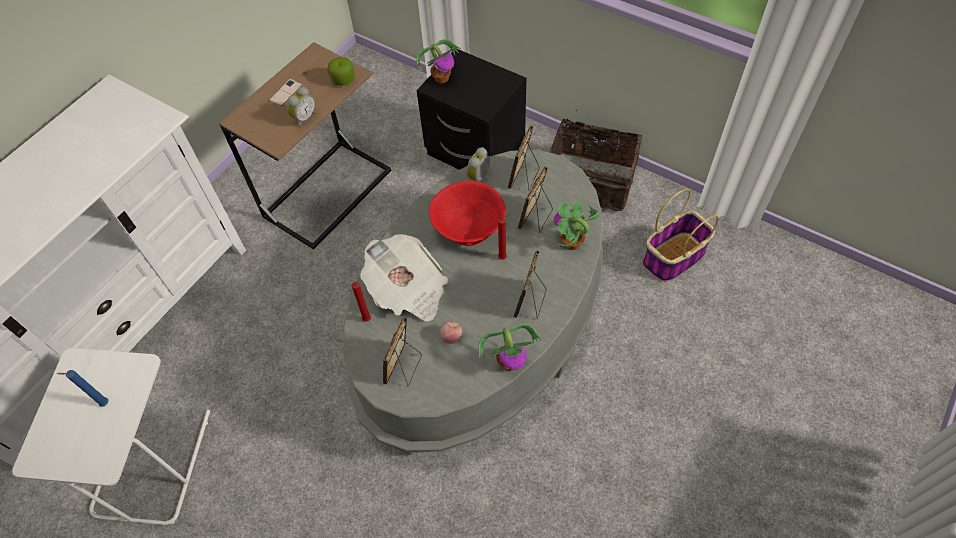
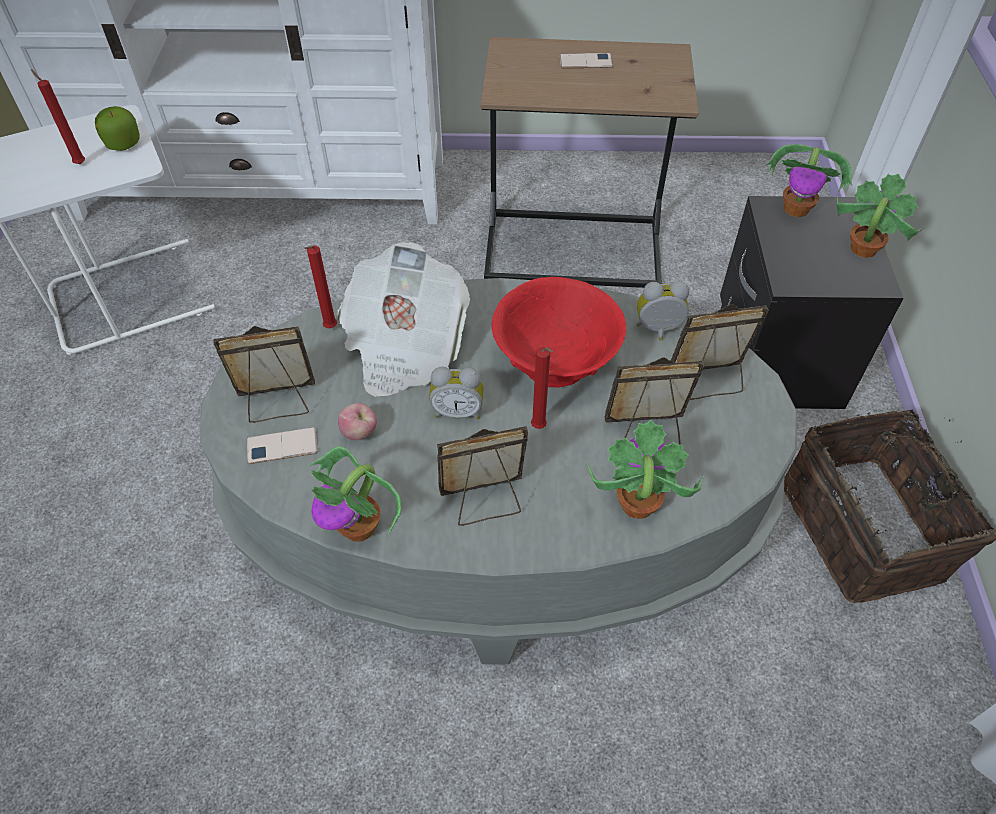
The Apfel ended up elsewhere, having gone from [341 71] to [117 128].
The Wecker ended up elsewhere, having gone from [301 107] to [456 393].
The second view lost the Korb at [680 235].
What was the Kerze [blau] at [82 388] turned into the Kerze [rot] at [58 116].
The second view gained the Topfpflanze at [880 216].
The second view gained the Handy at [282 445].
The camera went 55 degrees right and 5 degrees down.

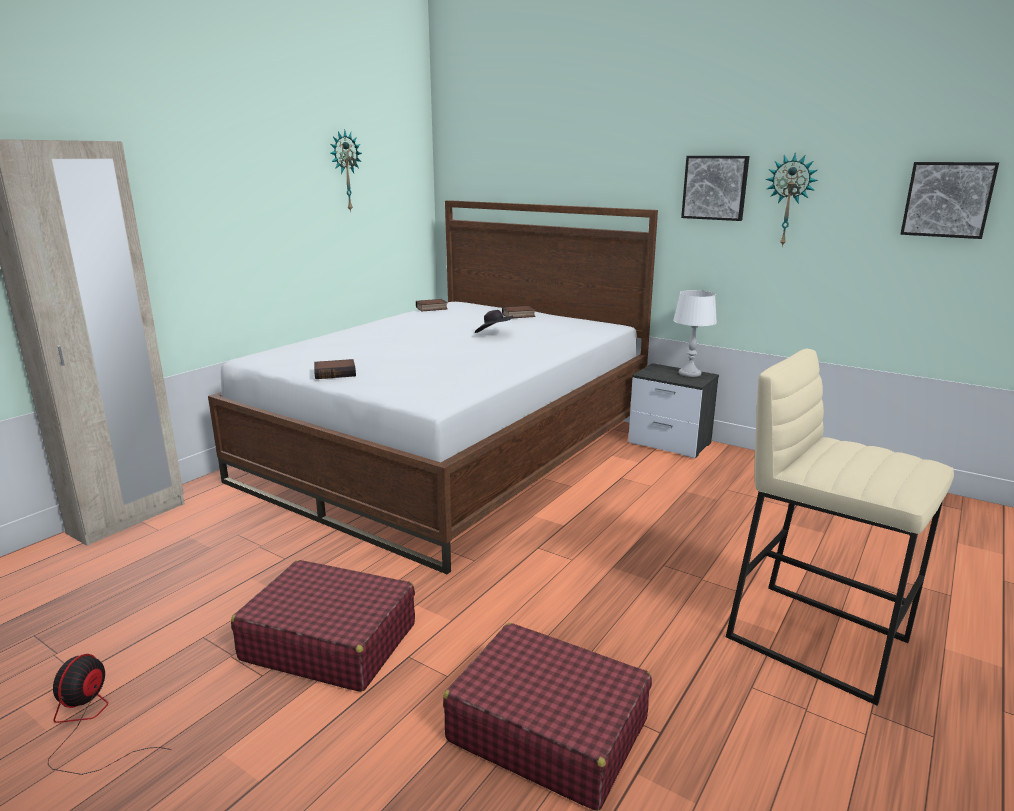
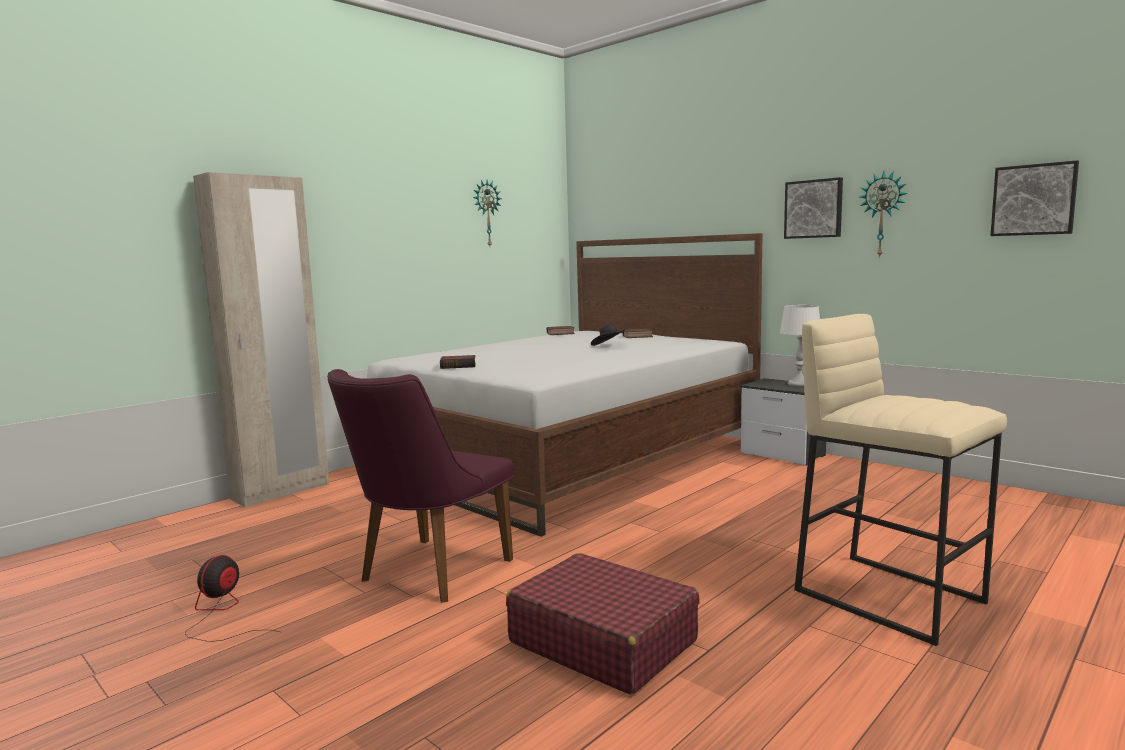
Where the Koffer [rot] stood at [323 626], the Stuhl [lila] came to stand at [420 486].
The camera went 10 degrees right and 10 degrees down.

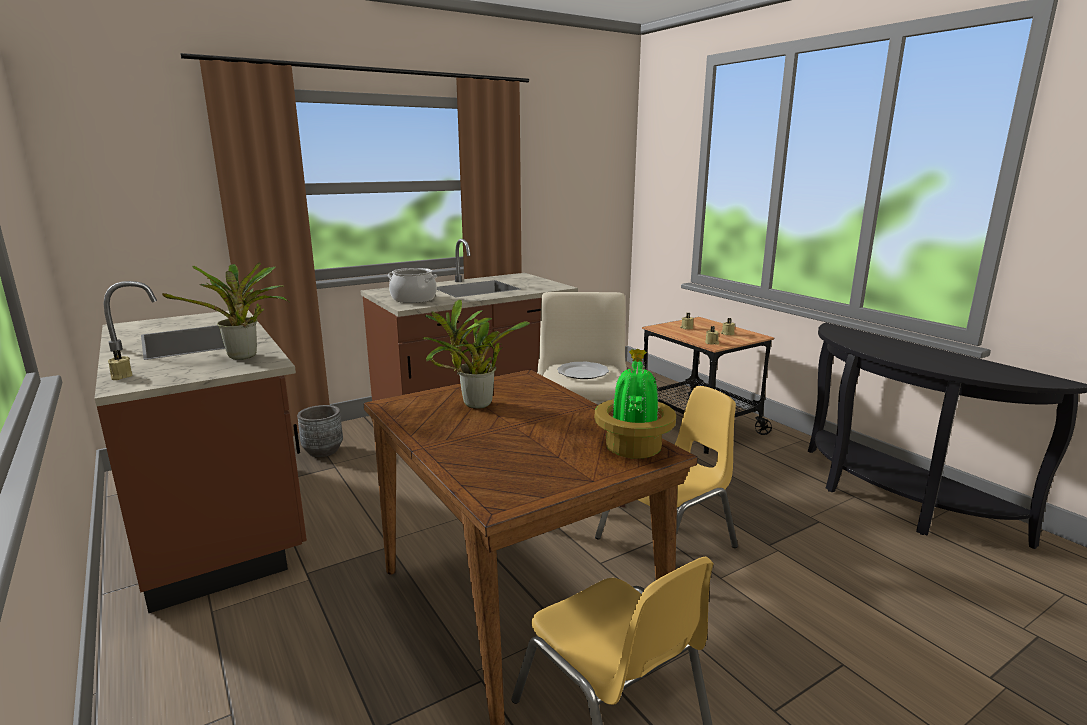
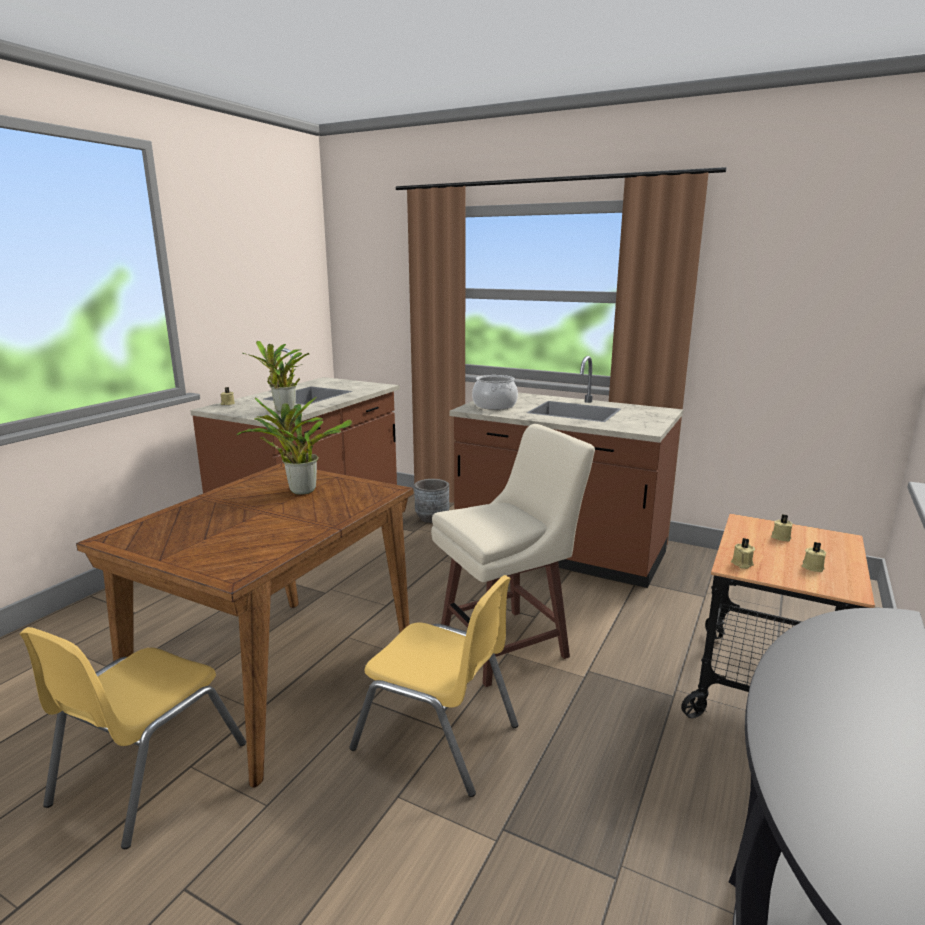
The second view lost the Topfpflanze at [635 404].
The second view lost the Teller at [583 370].
The camera went 60 degrees right and 0 degrees up.

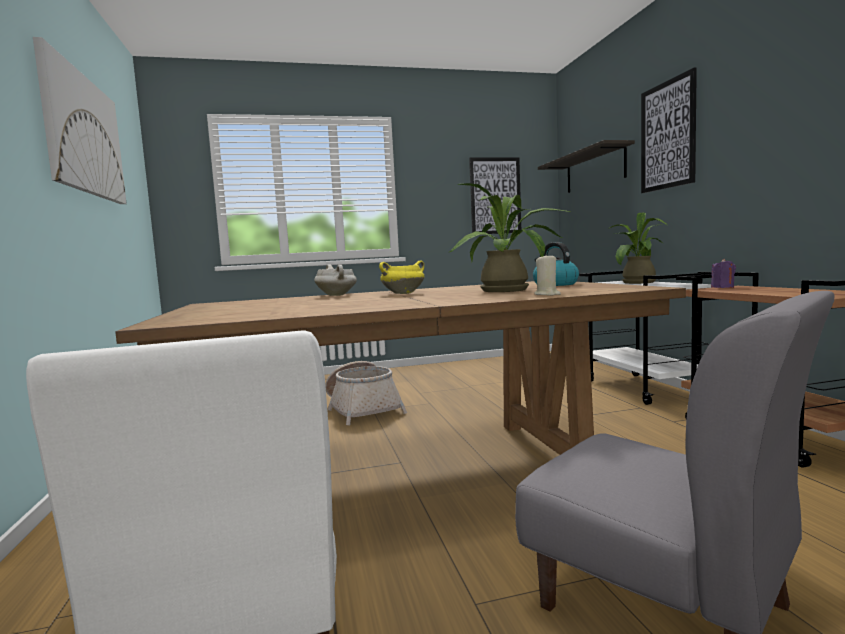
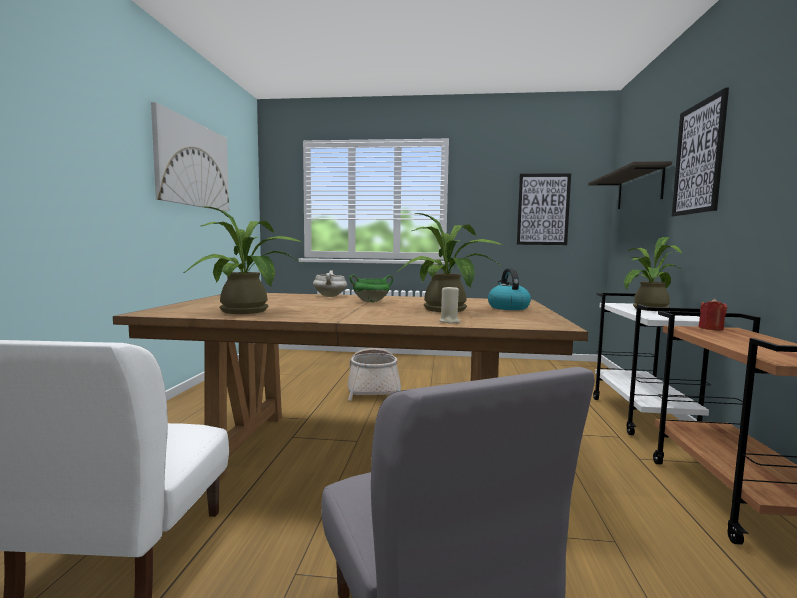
What was the Kerze [lila] at [723 273] turned into the Kerze [rot] at [712 314].
What was the Kochtopf [gelb] at [401 277] turned into the Kochtopf [grün] at [371 289].
The second view gained the Topfpflanze at [243 260].
The camera went 20 degrees right and 0 degrees up.

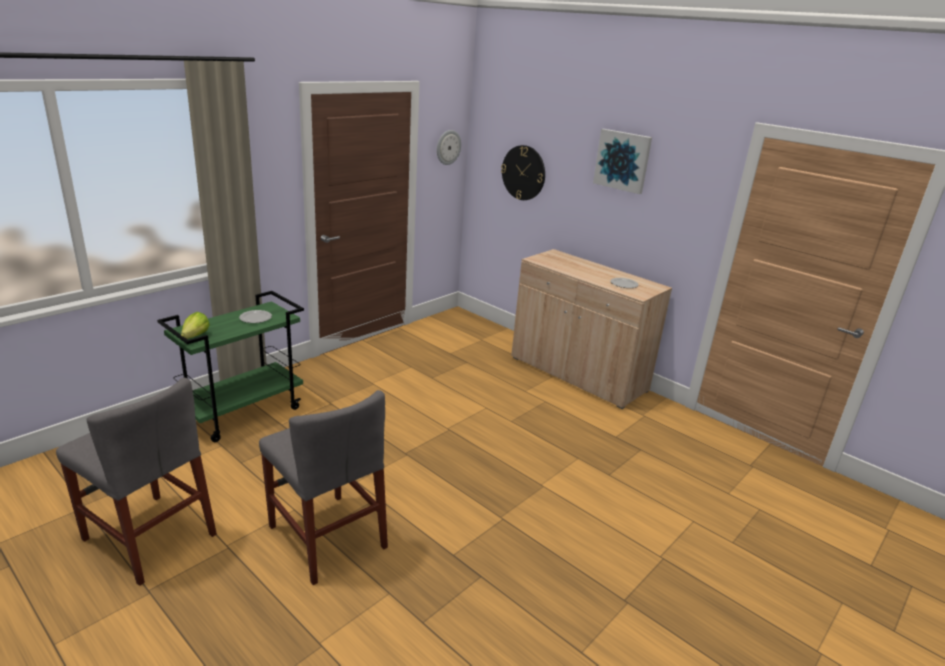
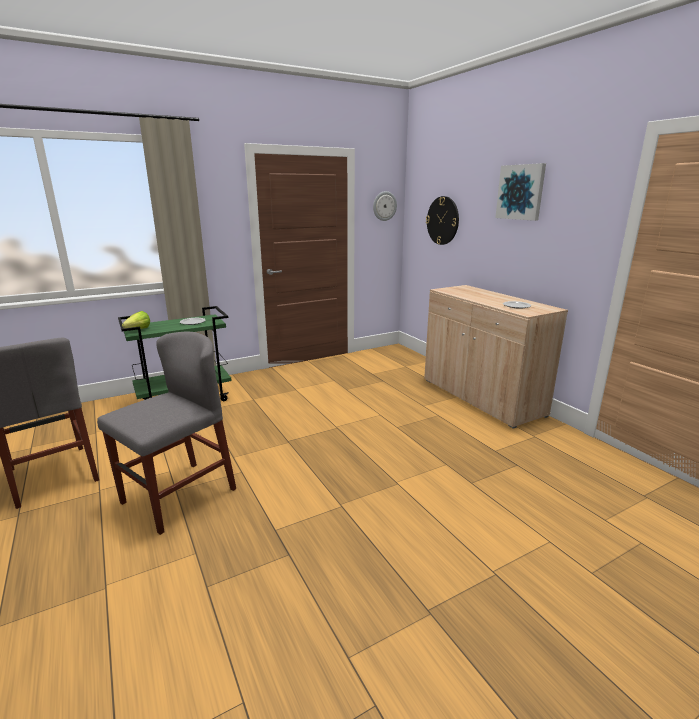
The Stuhl [grau] at [323 487] ended up facing another way, 120 degrees counterclockwise from before.
The camera went 20 degrees right and 5 degrees down.

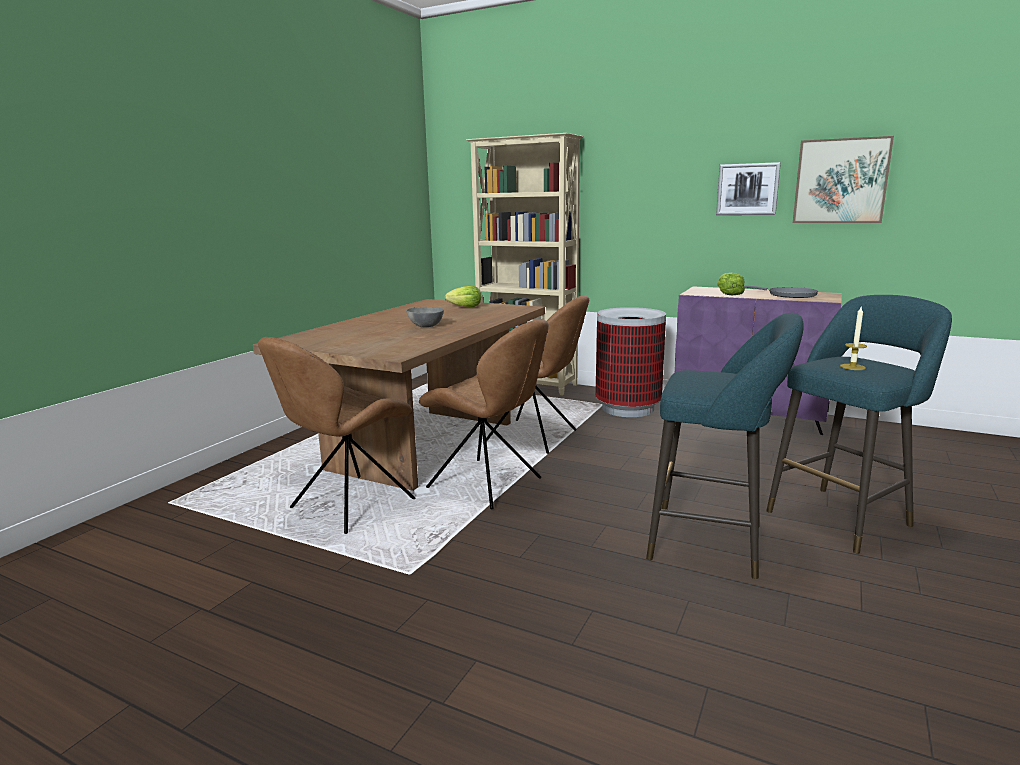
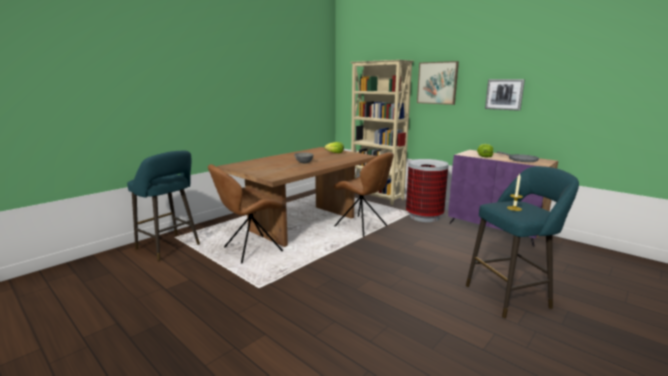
The Bild ended up elsewhere, having gone from [843 179] to [438 83].
The Hocker [türkis] ended up elsewhere, having gone from [725 446] to [163 206].
The second view lost the Stuhl [braun] at [484 414].
The camera went 15 degrees right and 0 degrees up.

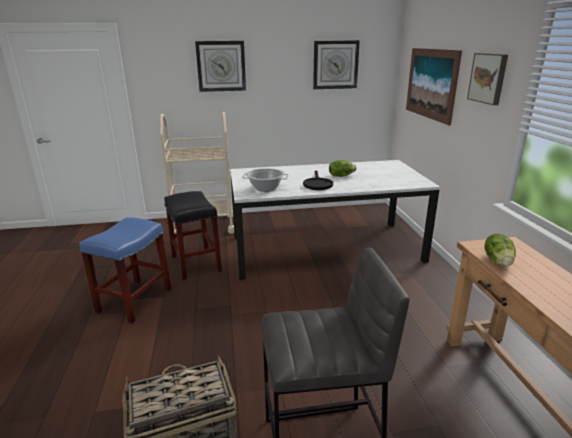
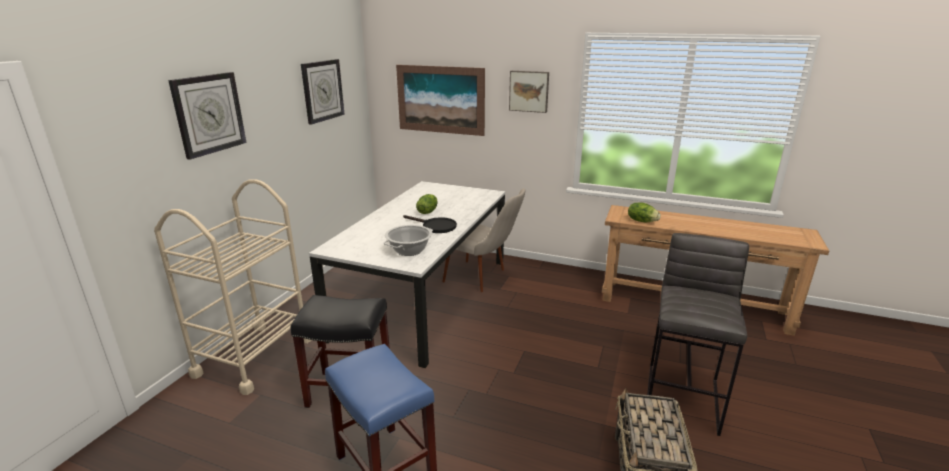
The second view gained the Stuhl [beige] at [483 240].
The camera went 60 degrees left and 0 degrees up.

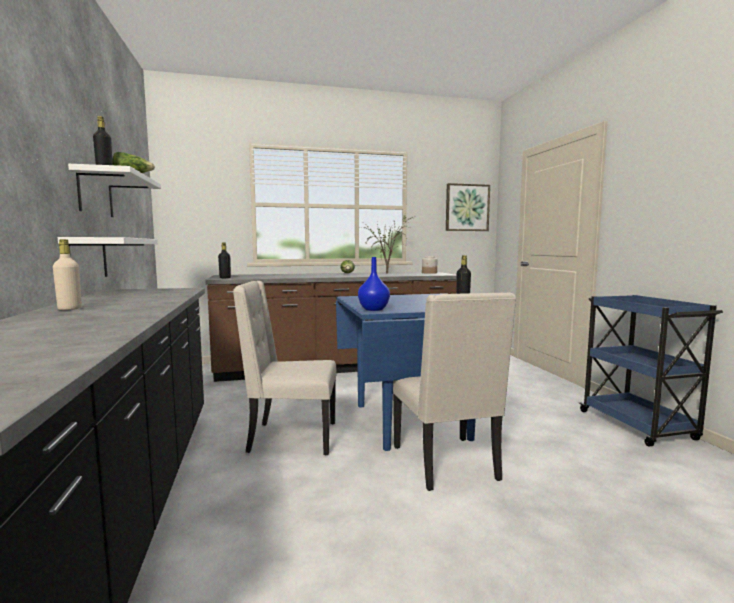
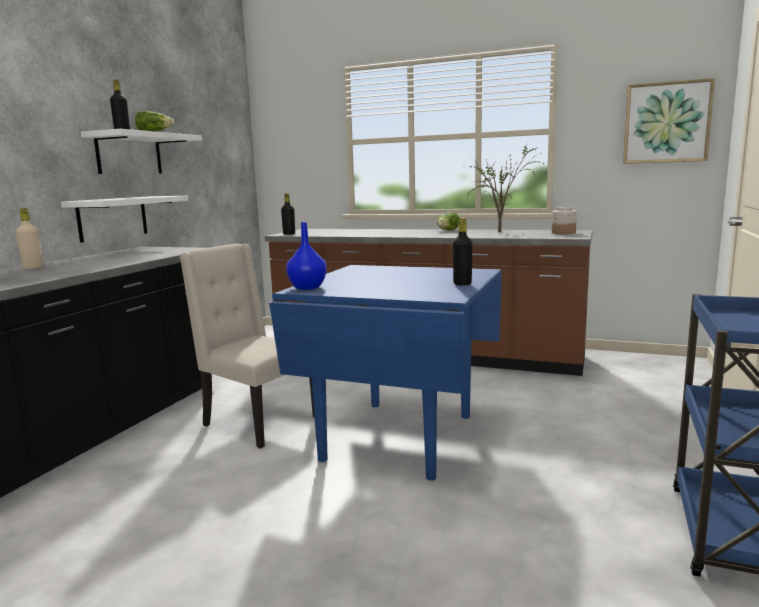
The second view lost the Stuhl [beige] at [454 392].
The camera went 35 degrees right and 5 degrees up.

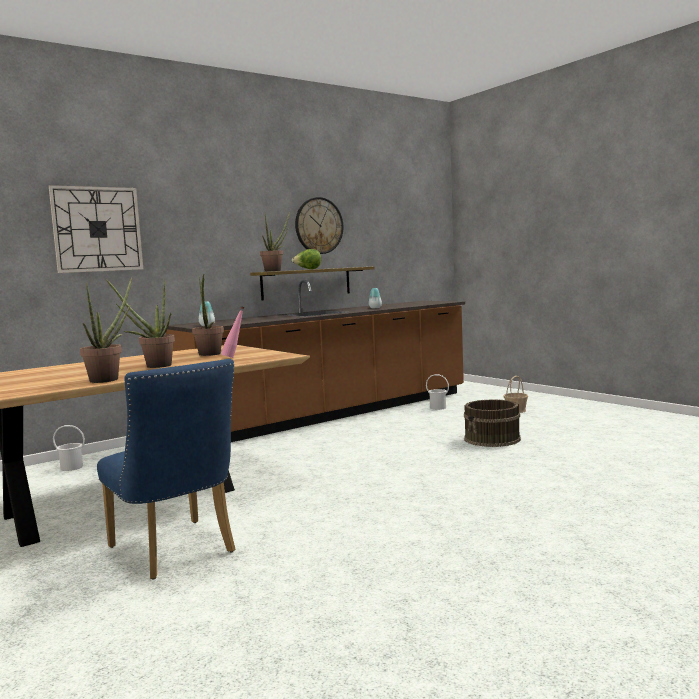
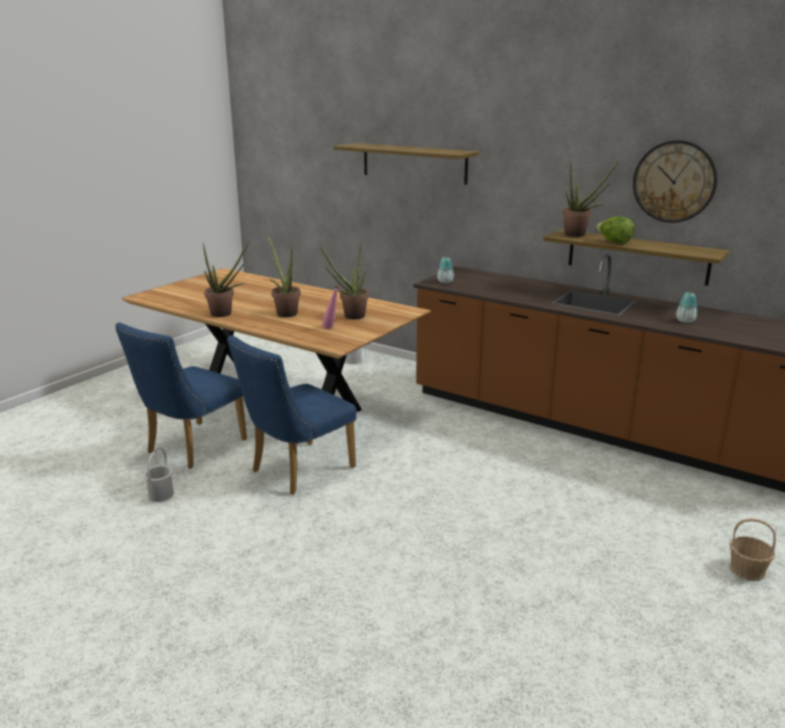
Where the Wanduhr hung at [96 229], the Wandregal came to hang at [406 164].
The Eimer [weiß] ended up elsewhere, having gone from [437 392] to [158 475].
The second view lost the Eimer [braun] at [492 423].
The second view gained the Stuhl [blau] at [291 415].
The camera went 70 degrees right and 15 degrees up.

